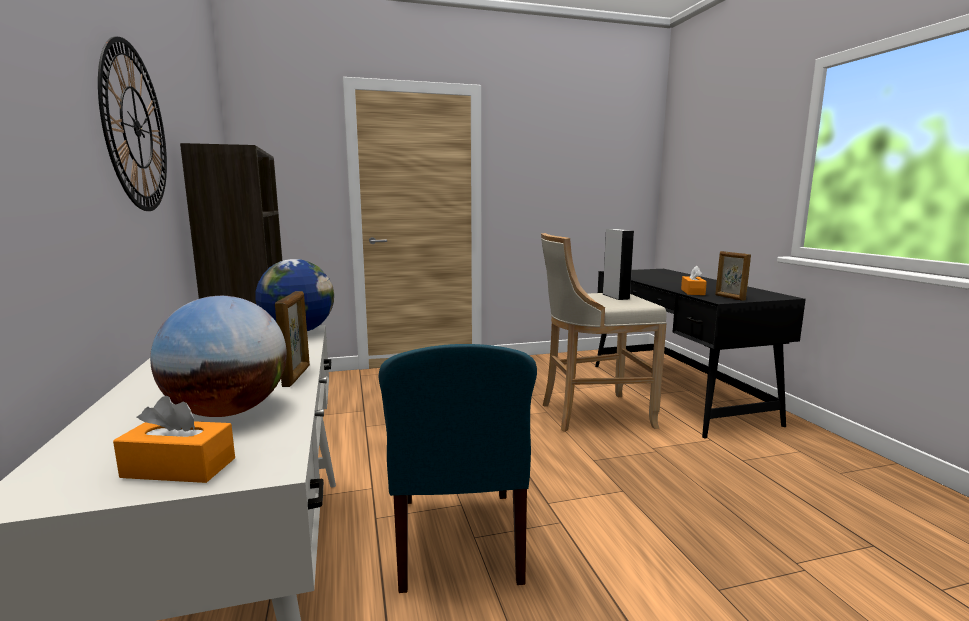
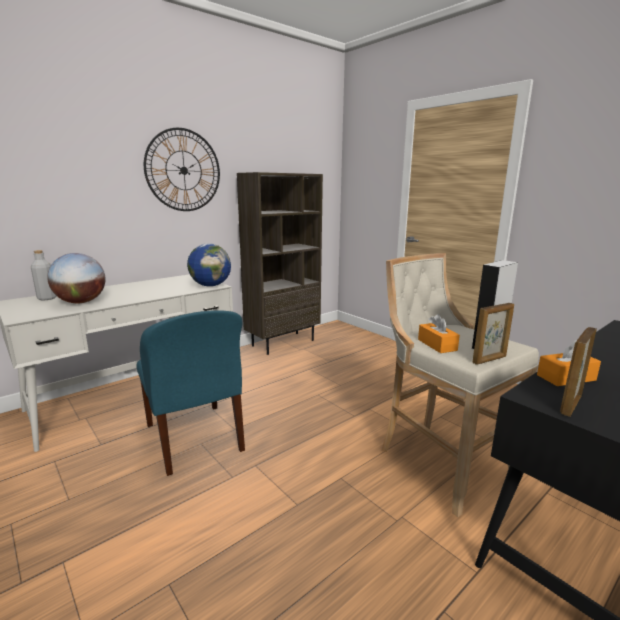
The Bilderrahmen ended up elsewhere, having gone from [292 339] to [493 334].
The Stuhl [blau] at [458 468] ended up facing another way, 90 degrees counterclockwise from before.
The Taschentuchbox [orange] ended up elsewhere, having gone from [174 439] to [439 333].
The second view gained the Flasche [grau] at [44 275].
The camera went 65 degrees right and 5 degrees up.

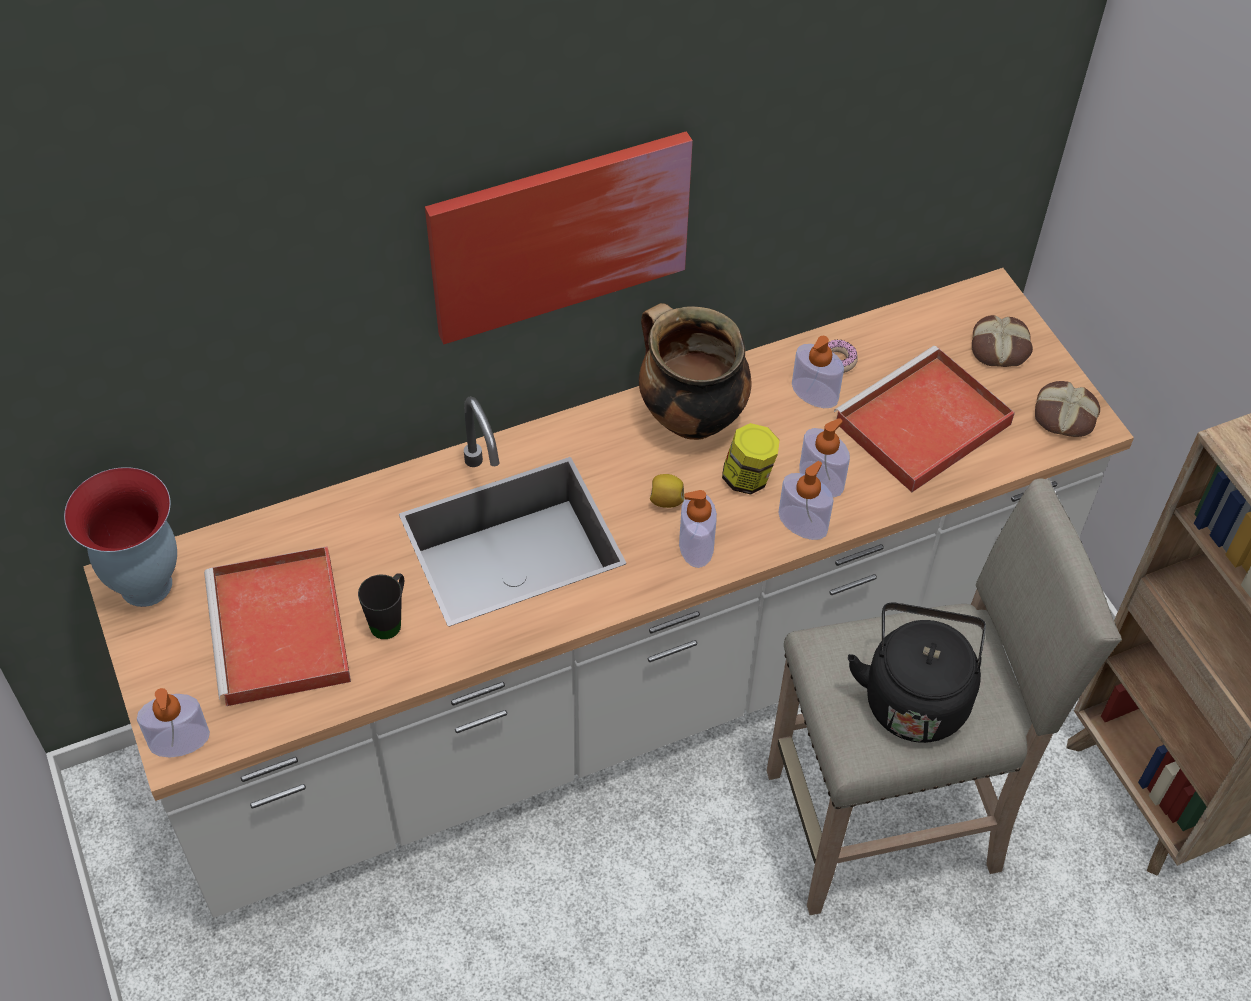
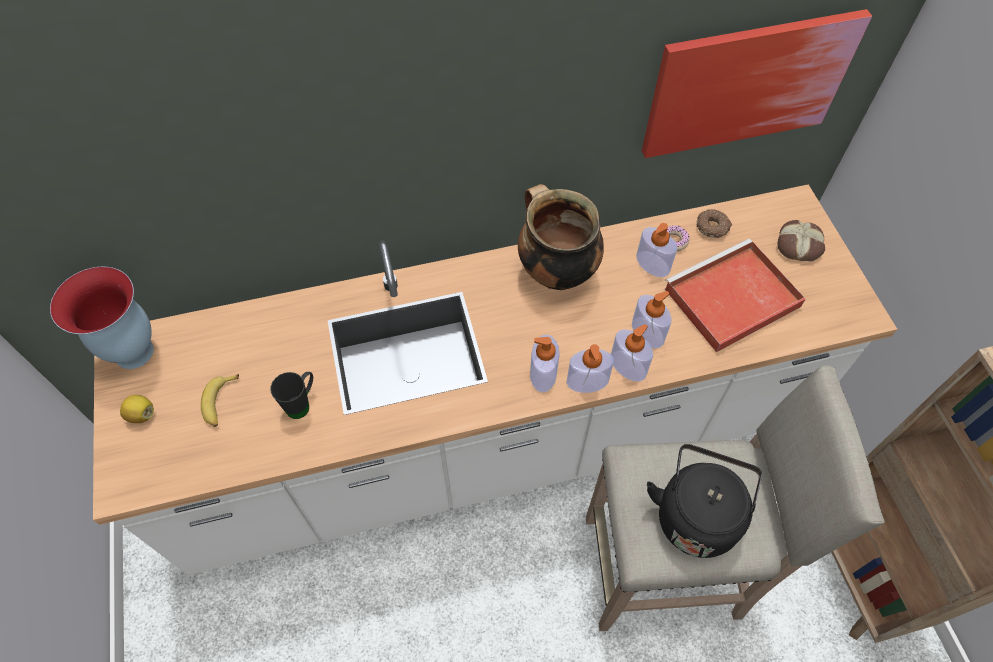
The Bild ended up elsewhere, having gone from [559 237] to [757 83].
The second view lost the Brot at [1067 409].
The second view lost the Vorratsglas at [751 459].
The Zitrone ended up elsewhere, having gone from [667 491] to [137 409].
Where the Tablett [rot] stood at [277 626], the Banane came to stand at [220 400].
The Seifenspender ended up elsewhere, having gone from [173 723] to [590 368].
The second view gained the Donut at [714 223].
The camera went 10 degrees right and 5 degrees up.

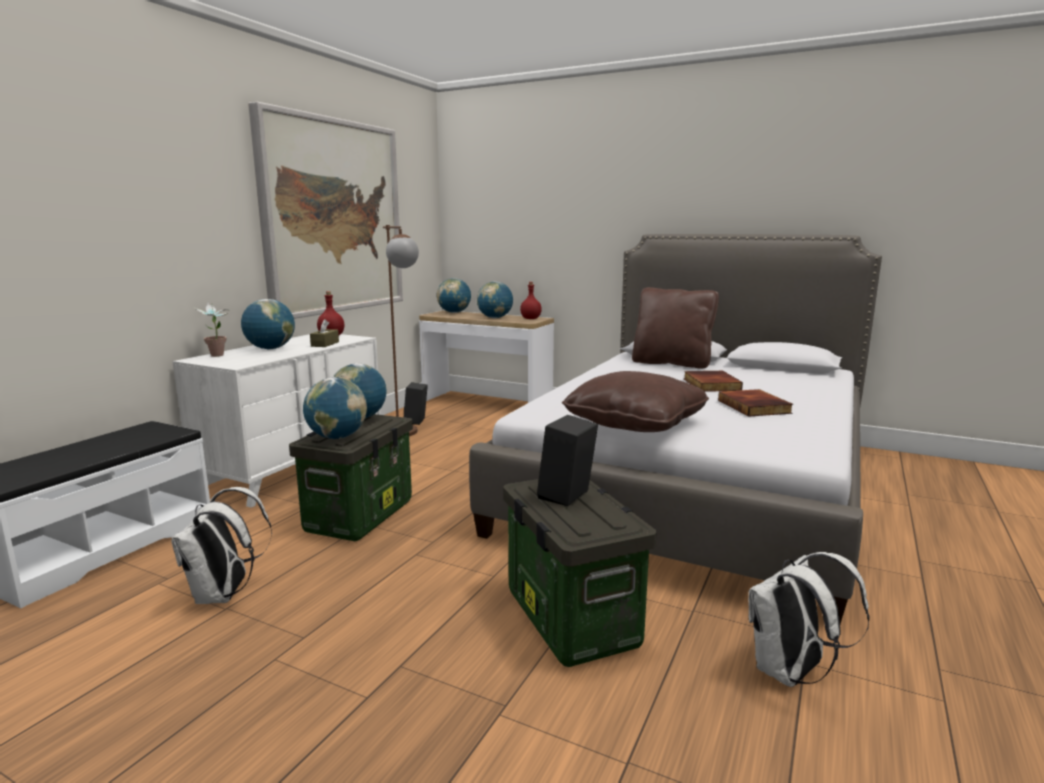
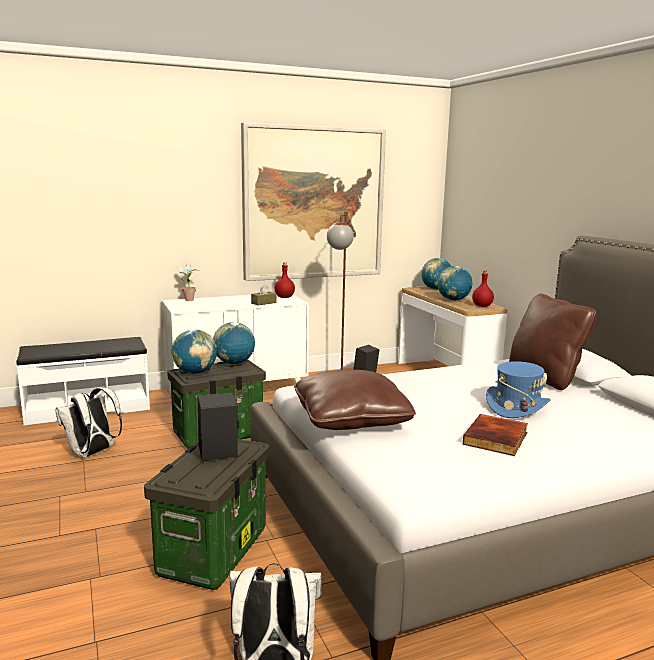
The second view lost the Globus at [268 324].
Where the Buch stood at [713 381], the Hut [blau] came to stand at [518 389].
The camera went 40 degrees right and 0 degrees up.

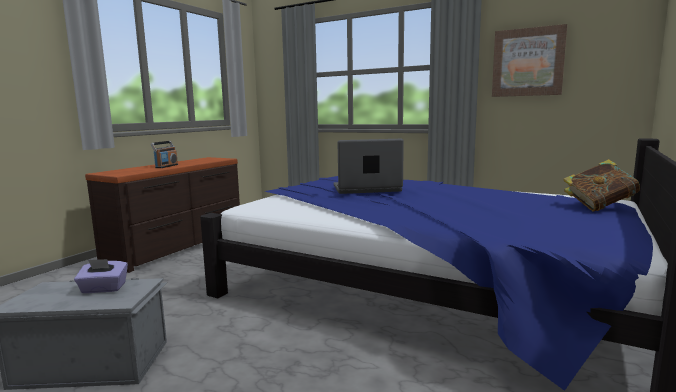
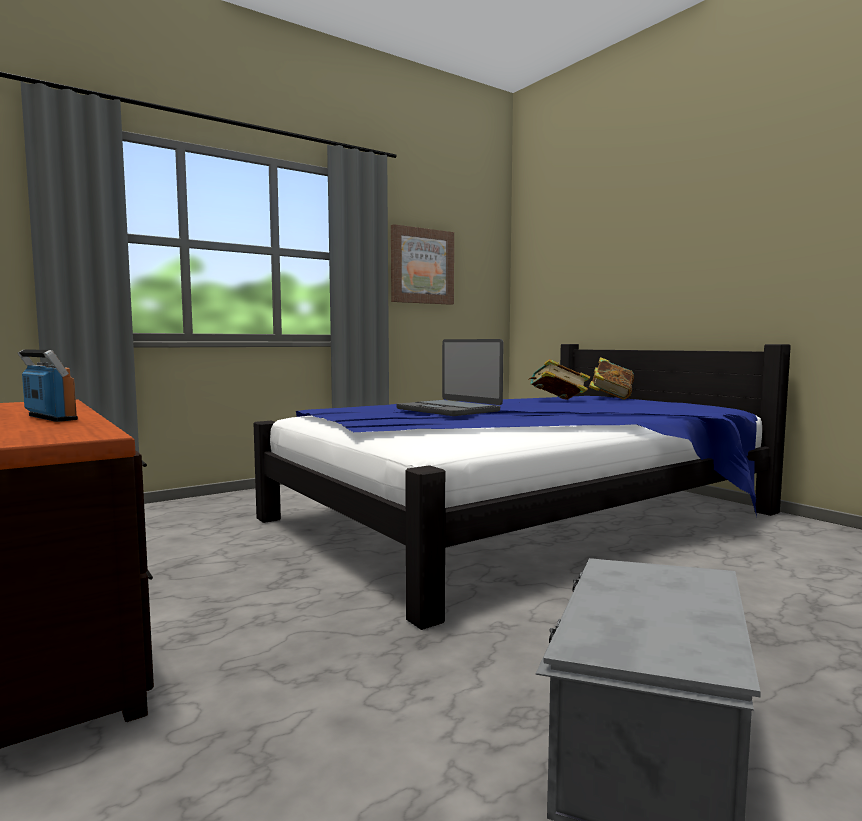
The Laptop at [369 166] ended up facing another way, 60 degrees counterclockwise from before.
The second view lost the Taschentuchbox [lila] at [101 276].
The second view gained the Buch at [559 379].
The camera went 65 degrees left and 5 degrees down.

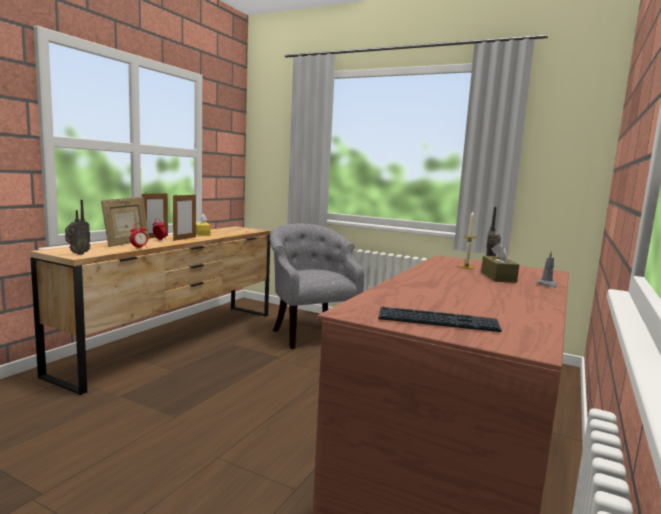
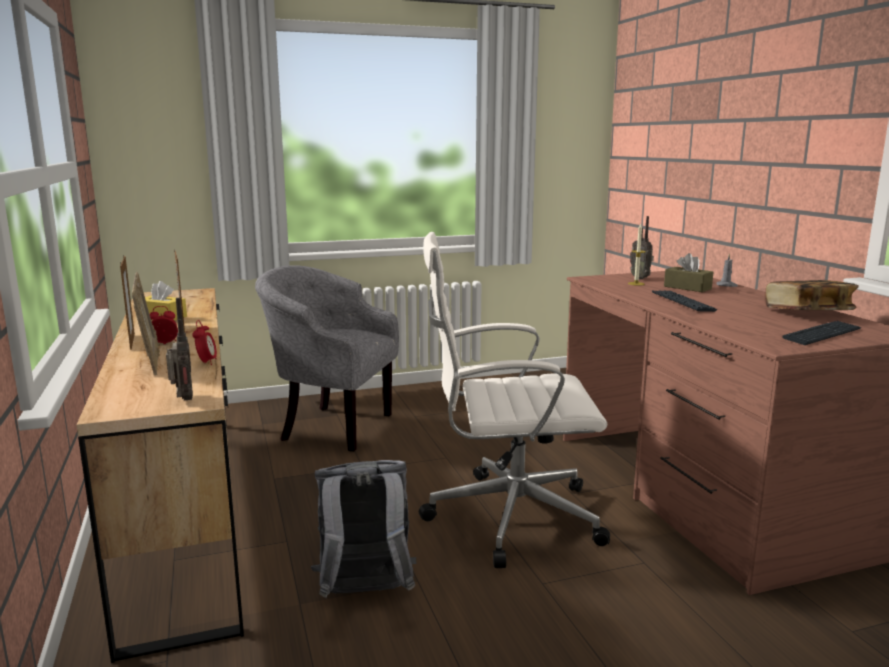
The second view gained the Bürostuhl [weiß] at [514 400].
The second view gained the Buch at [812 295].
The second view gained the Tastatur at [684 301].
The second view gained the Rucksack [grau] at [363 529].
The camera went 45 degrees left and 5 degrees up.

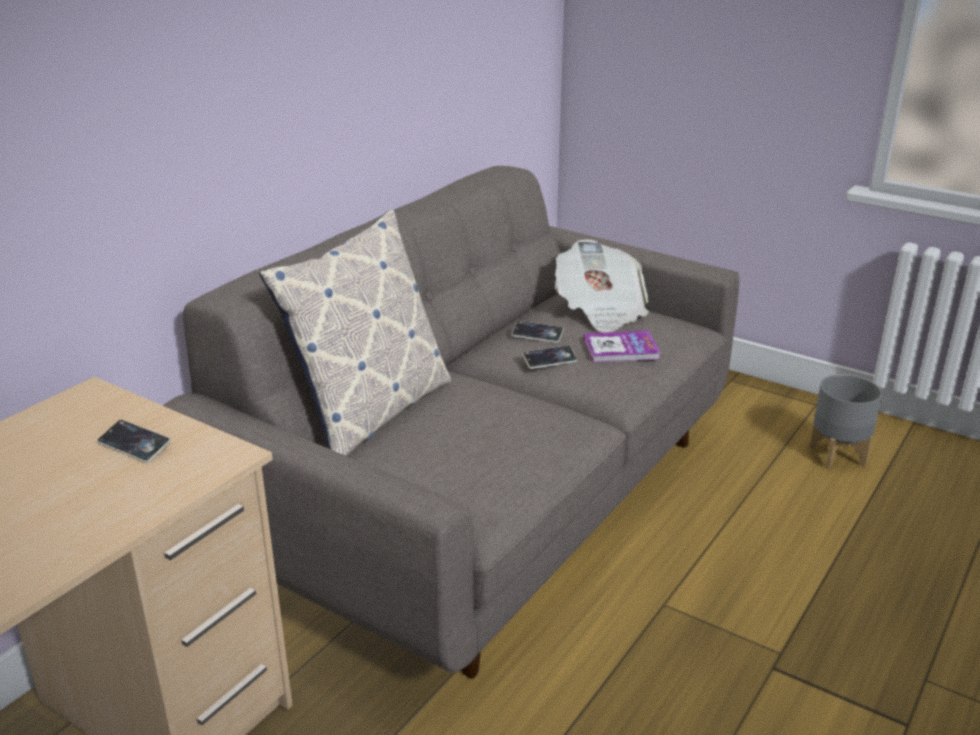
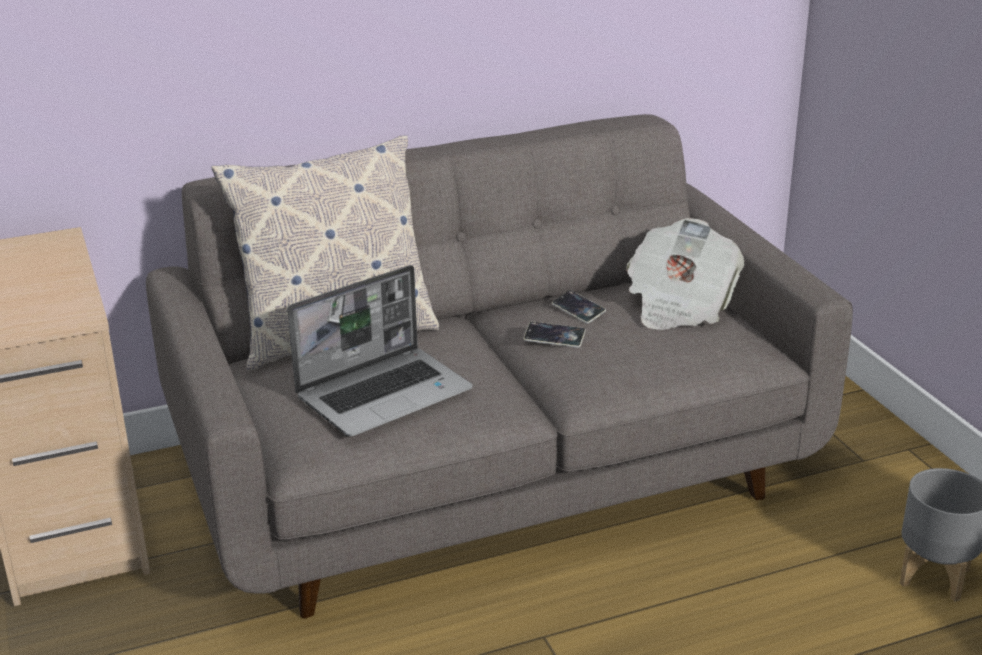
The second view lost the Buch at [622 346].
The second view lost the Handy at [134 441].
The second view gained the Laptop at [380 351].
The camera went 35 degrees right and 0 degrees up.

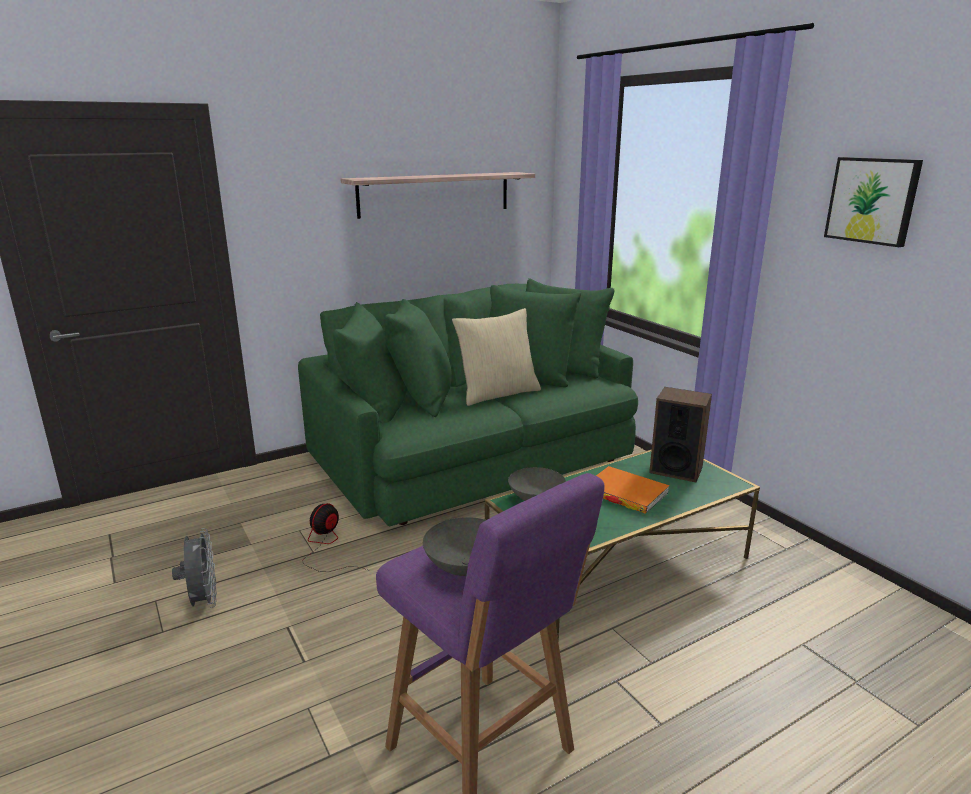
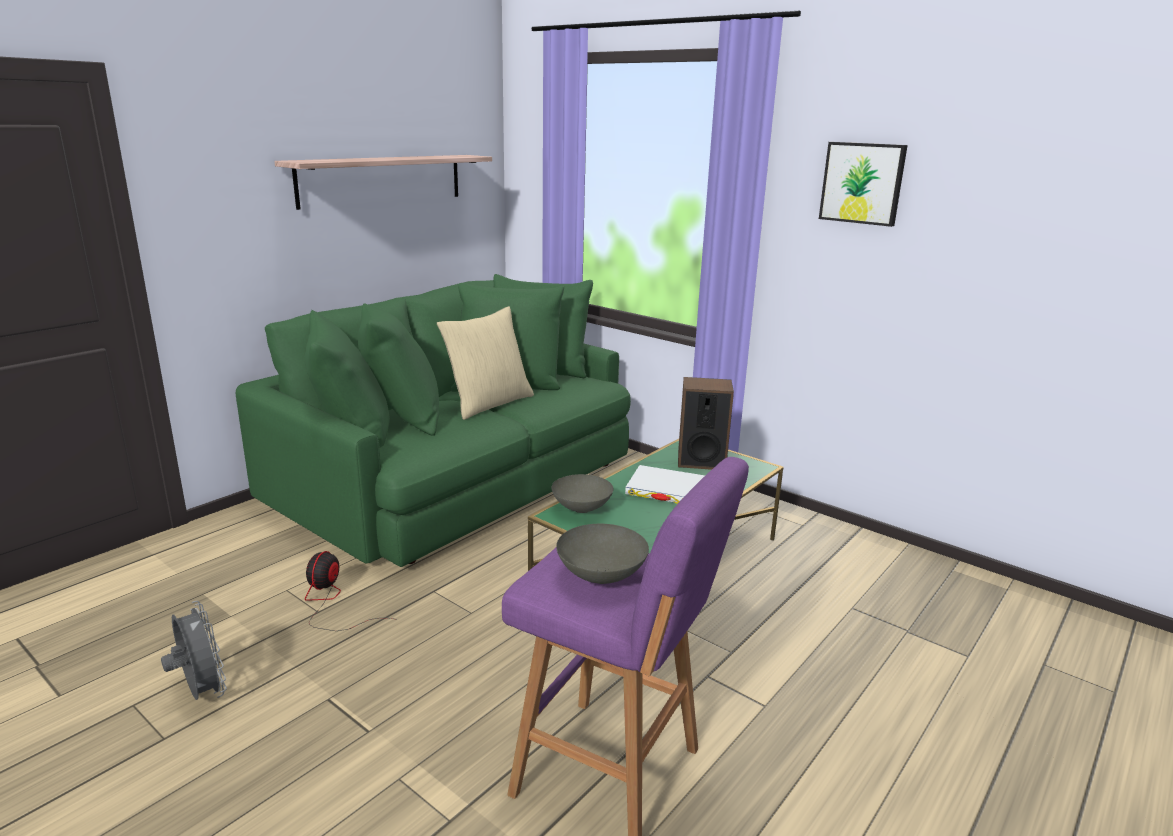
What was the Buch [orange] at [633 490] turned into the Buch [weiß] at [665 484].
The camera went 20 degrees left and 0 degrees up.

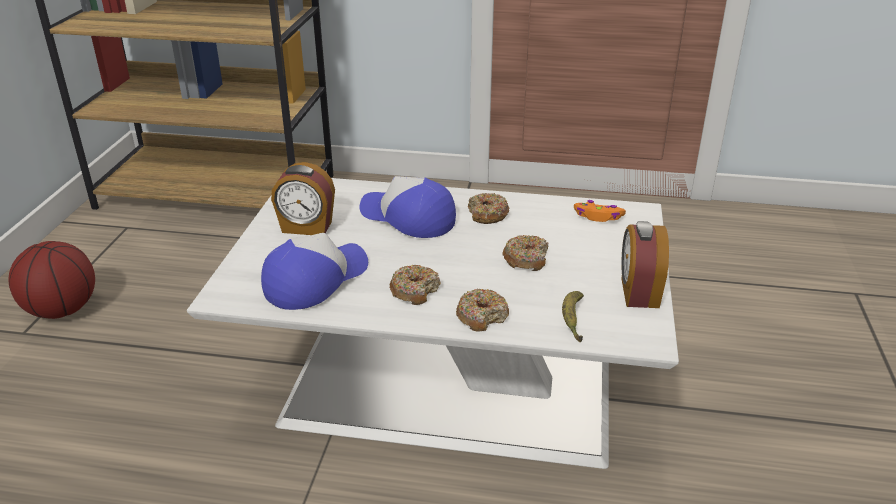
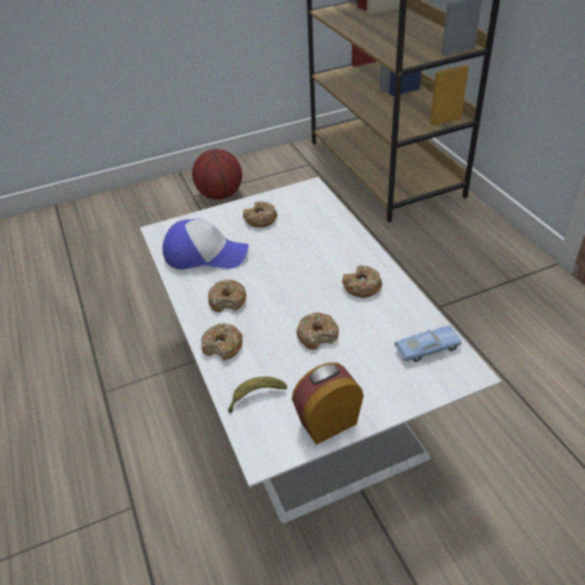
Where the Wecker stood at [303 198], the Donut came to stand at [260 214].
The second view lost the Kappe at [407 207].
Where the Gamepad [orange] stood at [600 211], the Spielzeugauto [blau] came to stand at [428 343].
The camera went 60 degrees right and 10 degrees up.

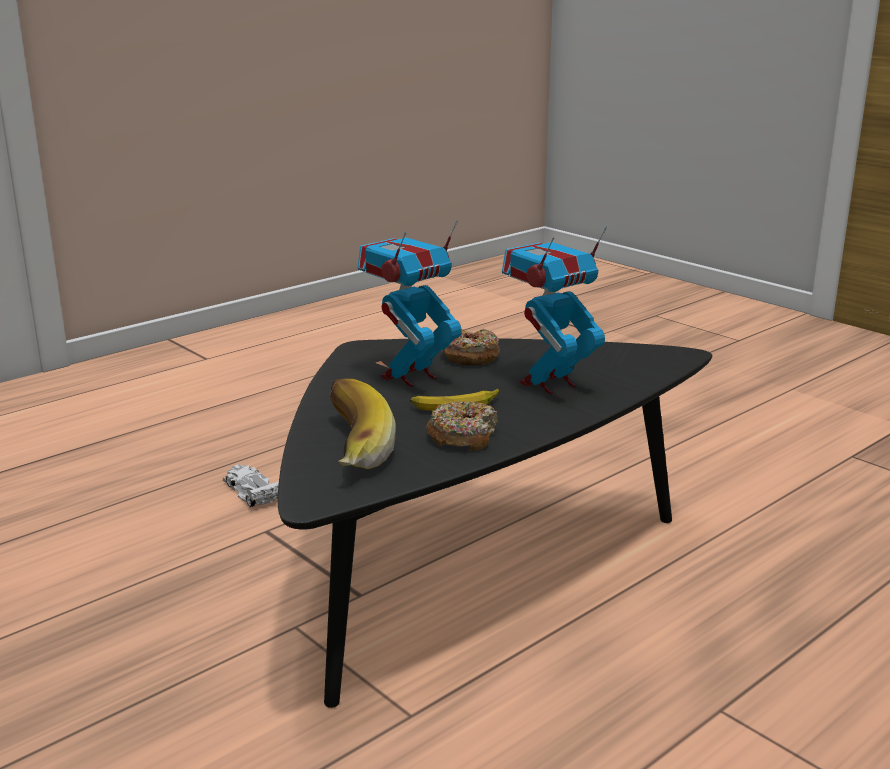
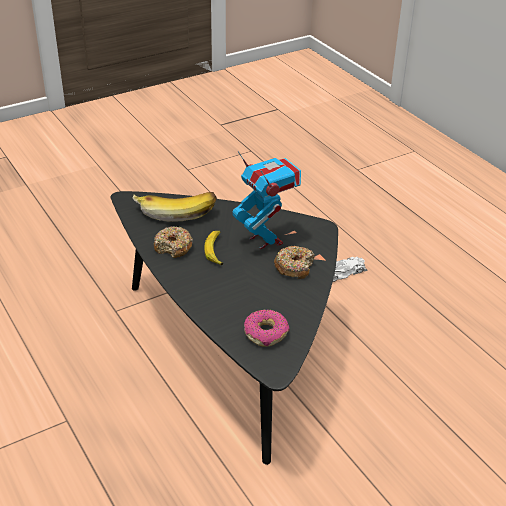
The second view lost the Spielzeugroboter at [554 310].
The second view gained the Donut at [267 328].
The camera went 100 degrees right and 15 degrees up.

